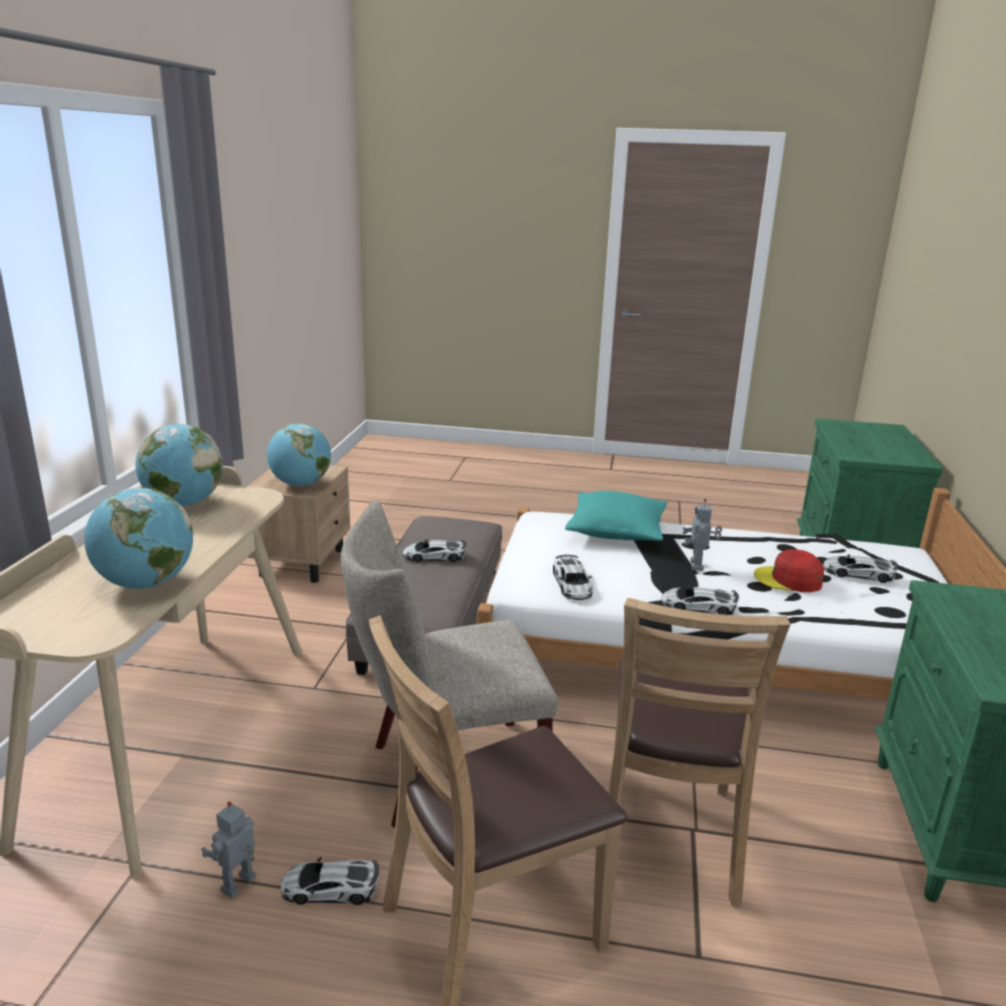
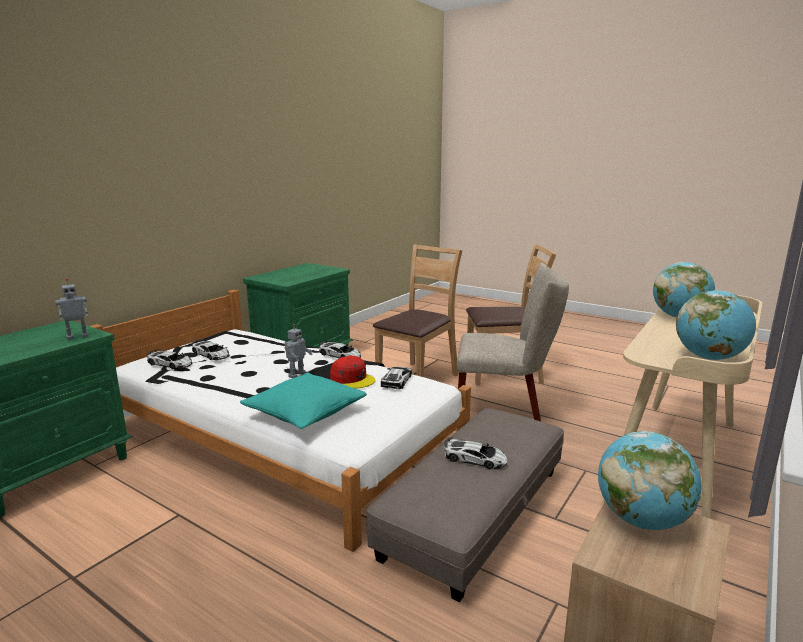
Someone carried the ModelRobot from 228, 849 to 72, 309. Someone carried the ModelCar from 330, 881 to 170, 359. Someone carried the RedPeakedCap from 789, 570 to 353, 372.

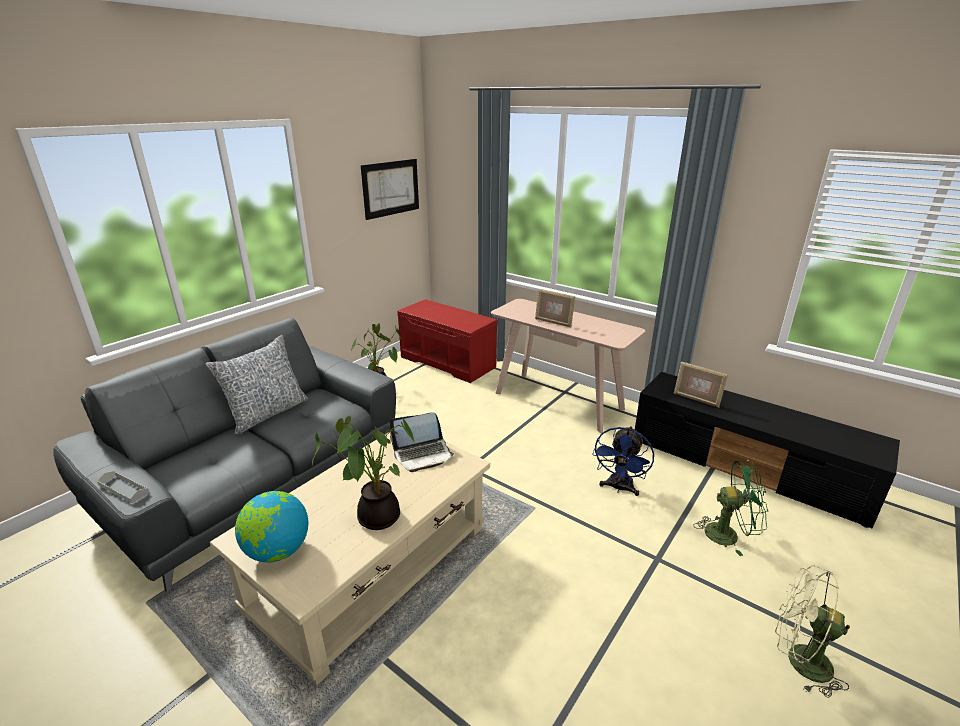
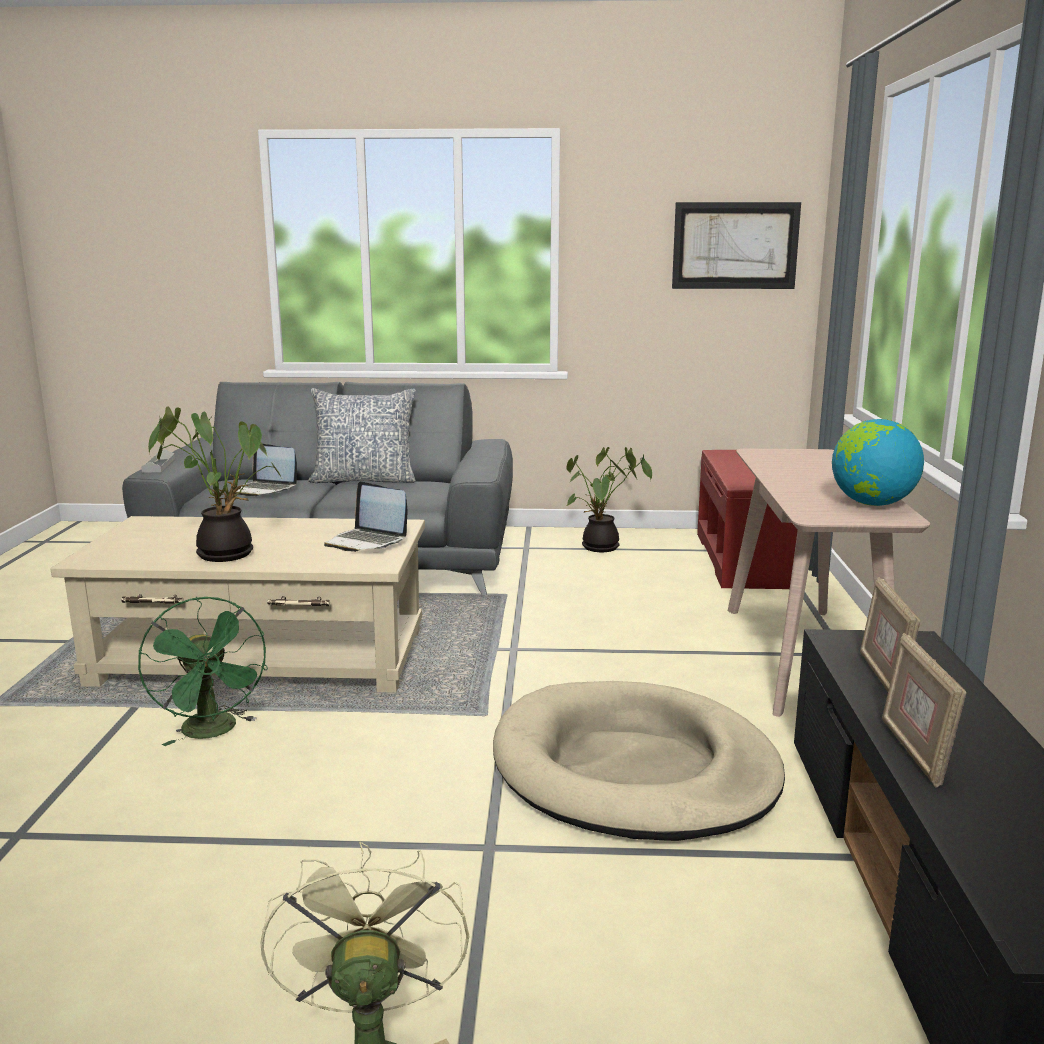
Someone put down the Laptop at 266, 470. Someone carried the Globe from 272, 527 to 878, 462. Someone carried the PictureFrame from 555, 308 to 924, 710. Someone carried the GreenElectricFan from 730, 508 to 203, 671. Someone swapped the BlueElectricFan at 623, 461 for the BeigeColouredDogCushion at 639, 761.

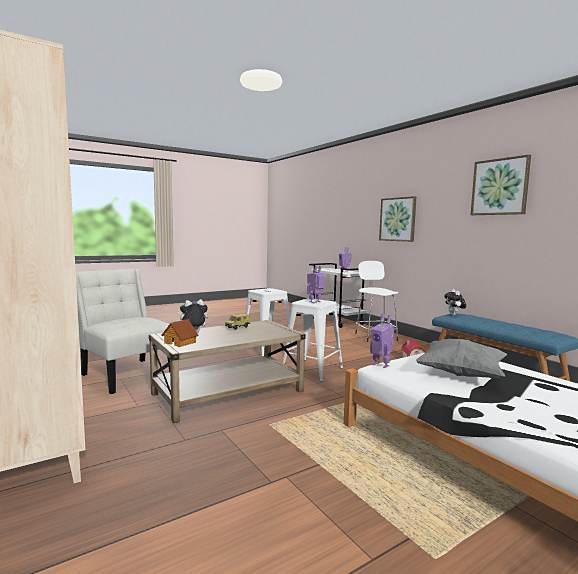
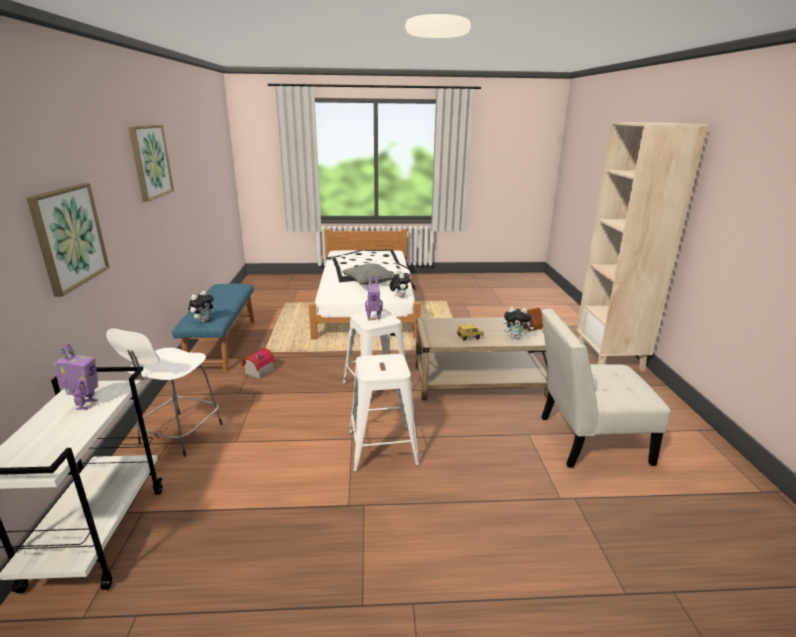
Someone swapped the ModelRobot at 382, 341 for the SoftToy at 400, 283. Someone rotated the WhiteChair at 123, 331 by 105 degrees clockwise.

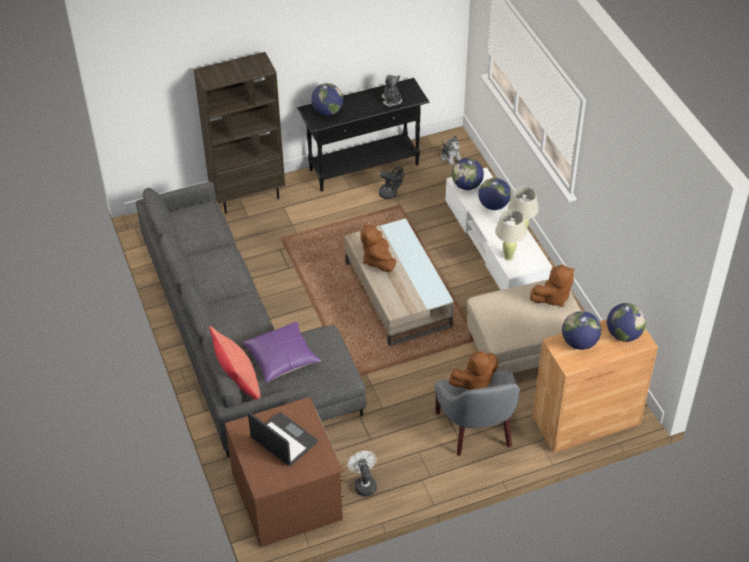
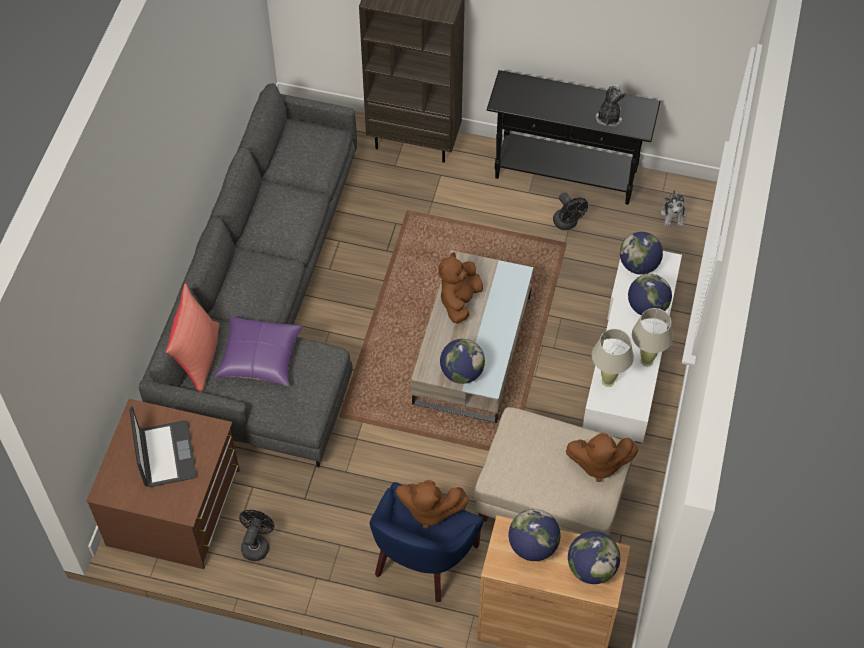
Someone carried the Globe from 327, 99 to 462, 361. Someone repainted the WhiteElectricFan at 362, 473, which became the BlackElectricFan at 256, 535. Someone repainted the GreyEasyChair at 477, 413, which became the BlueEasyChair at 426, 542.

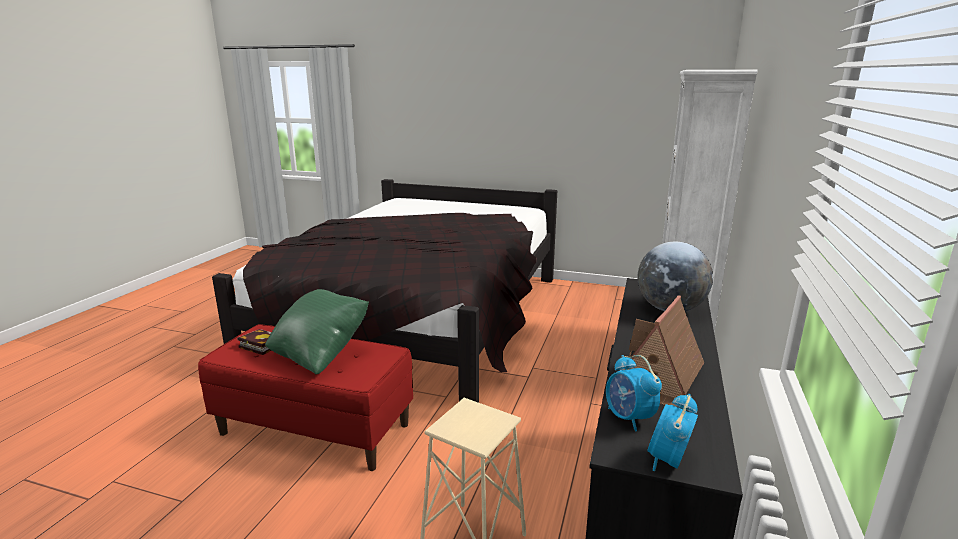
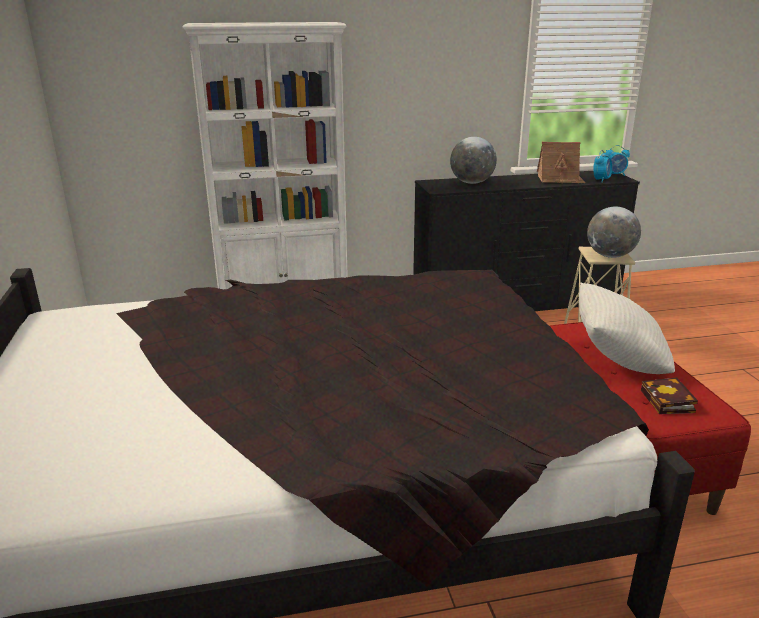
Someone put down the Globe at 614, 232. Someone repainted the GreenCushion at 317, 331, which became the WhiteCushion at 627, 328.

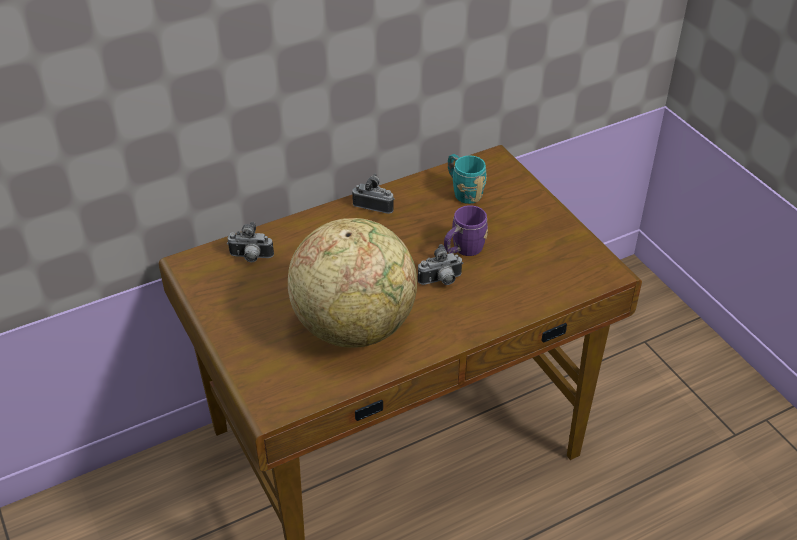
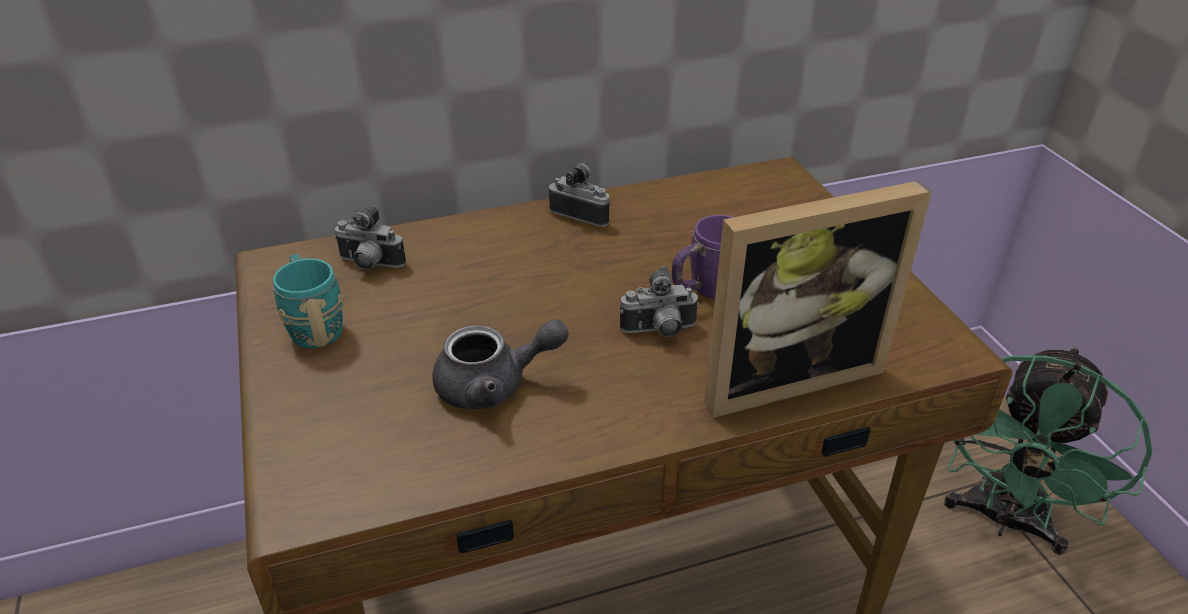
Someone put down the PictureFrame at 818, 299. Someone put down the GreenElectricFan at 1048, 451. Someone carried the TurquoiseCoffeeMug from 467, 179 to 308, 301. Someone swapped the Globe at 352, 283 for the GreyTeaPot at 500, 364.

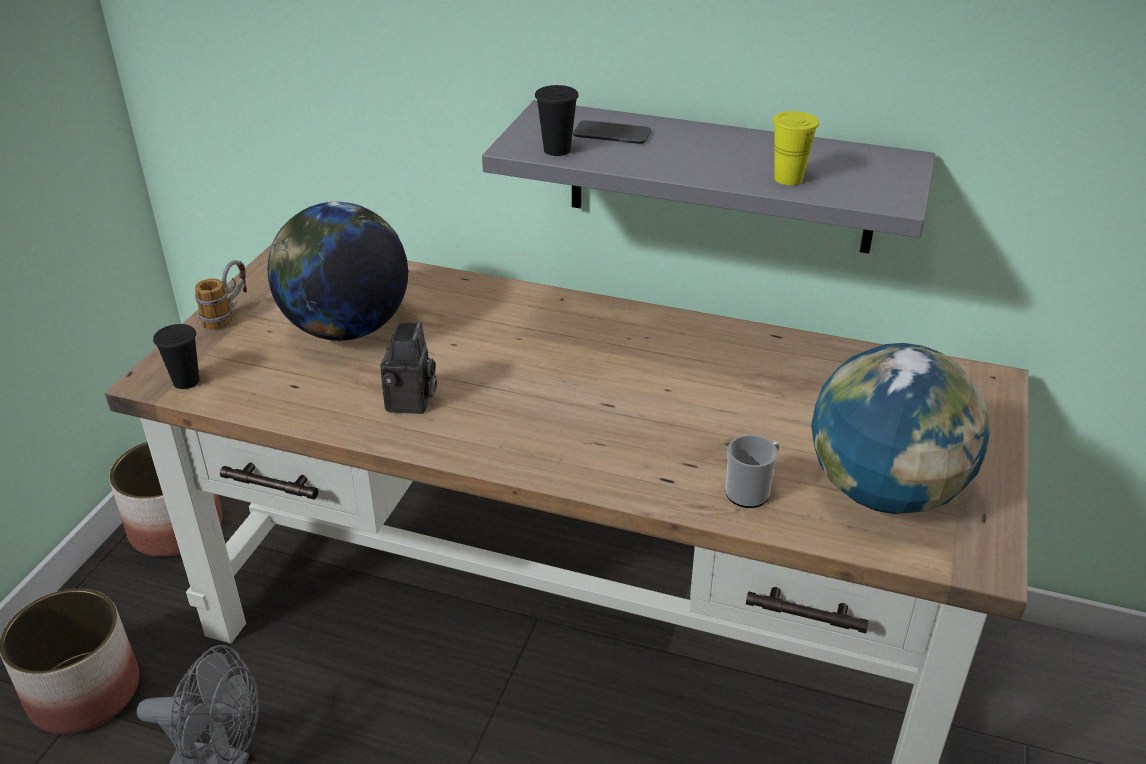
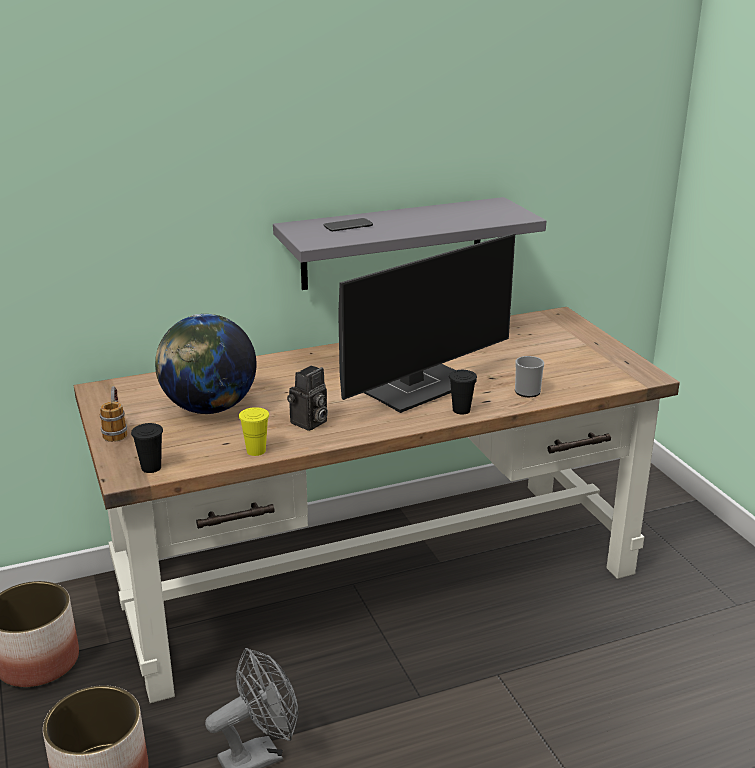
Someone took away the Globe at 900, 428. Someone put down the Monitor at 426, 323. Someone carried the BlackCup from 557, 120 to 463, 392. Someone carried the YellowColouredCup from 796, 148 to 254, 431. Someone rotated the PhotoCamera at 408, 367 by 75 degrees clockwise.

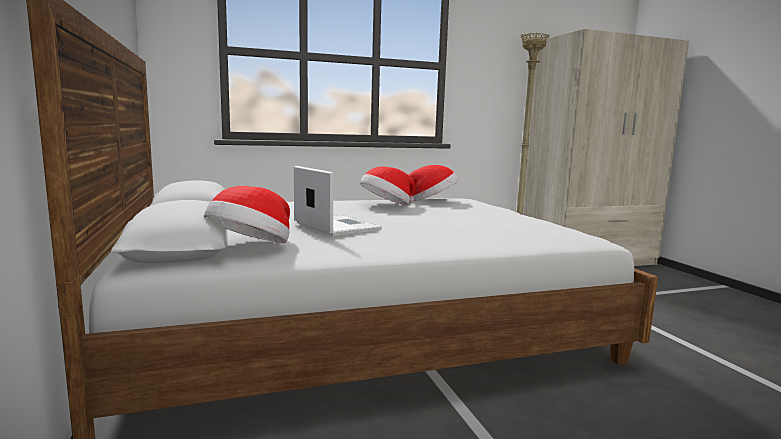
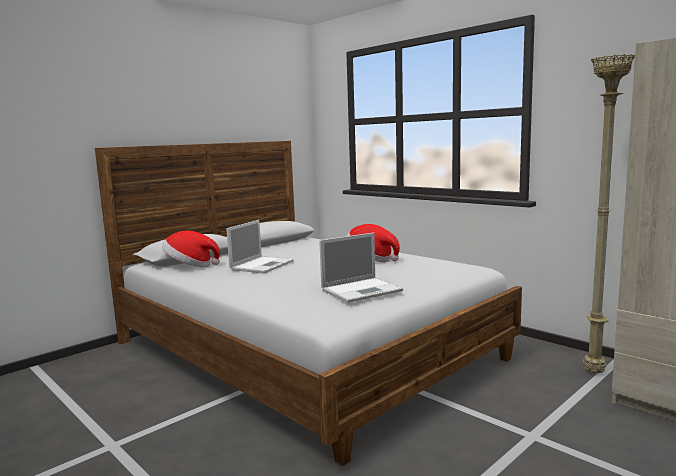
Someone took away the ClothingHat at 433, 183. Someone put down the Laptop at 361, 268.

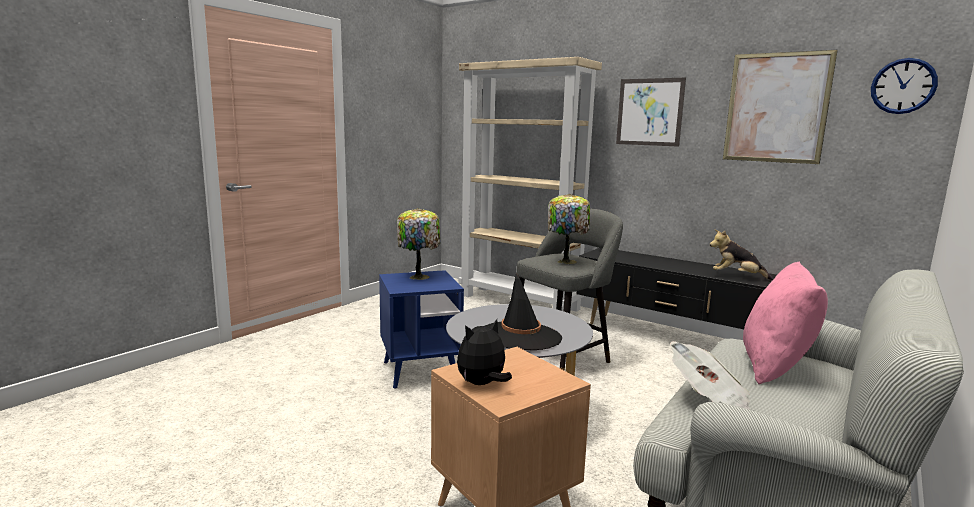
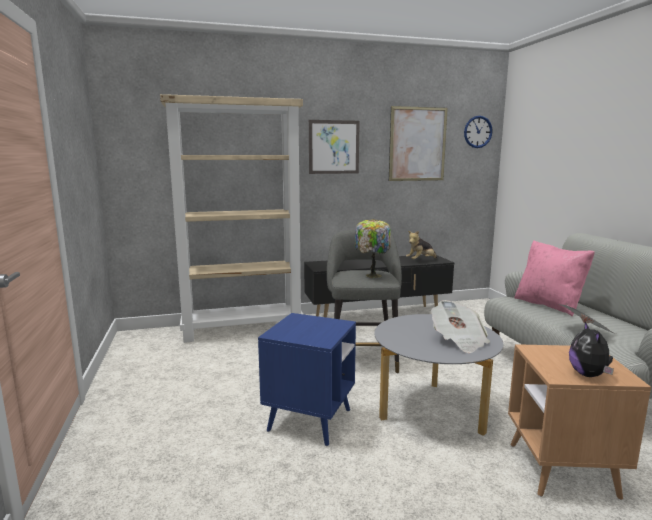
Someone took away the LampForATable at 418, 244. Someone swapped the BlackClothingHat at 523, 311 for the PrintedPaper at 460, 326.

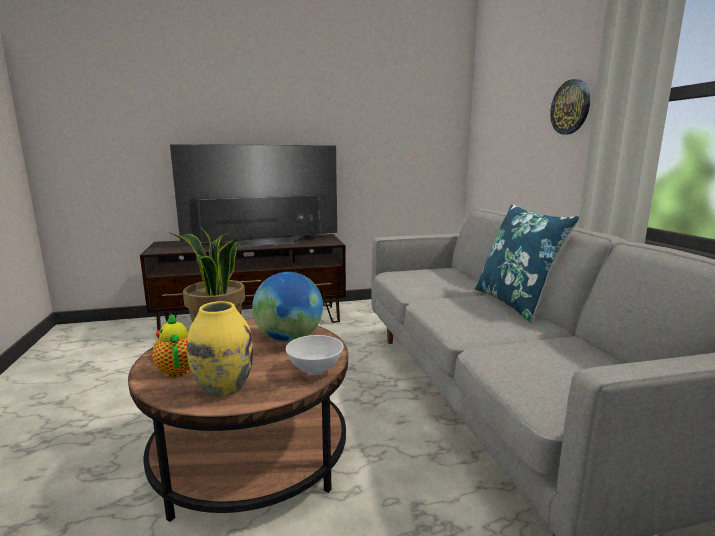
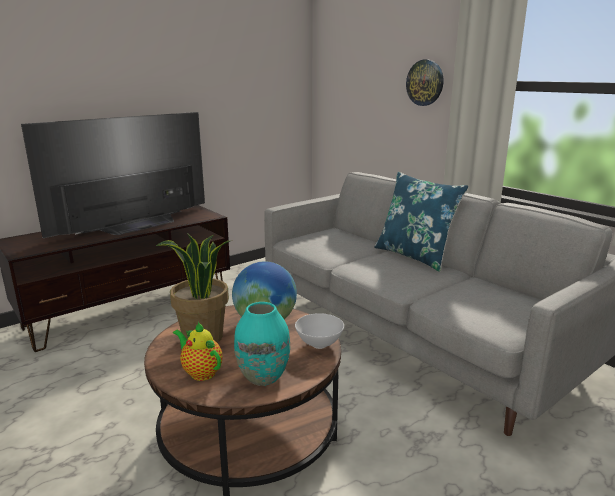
Someone repainted the YellowColouredFlowerVase at 220, 349, which became the TurquoiseFlowerVase at 262, 344.

